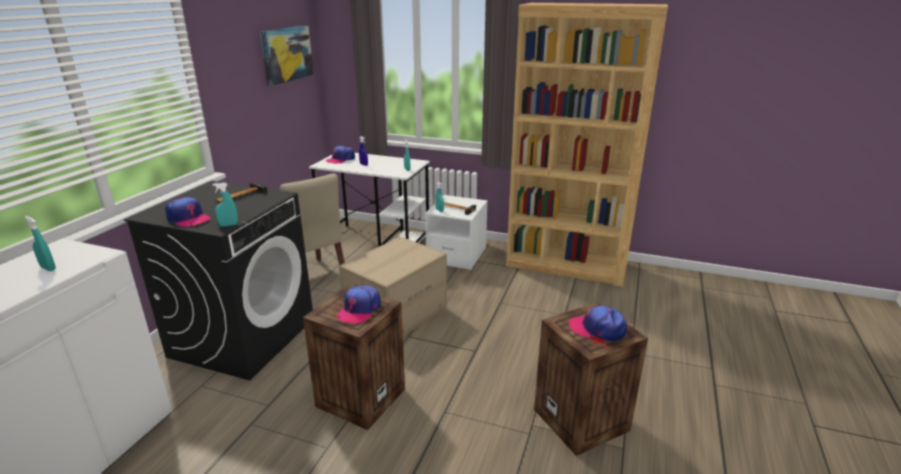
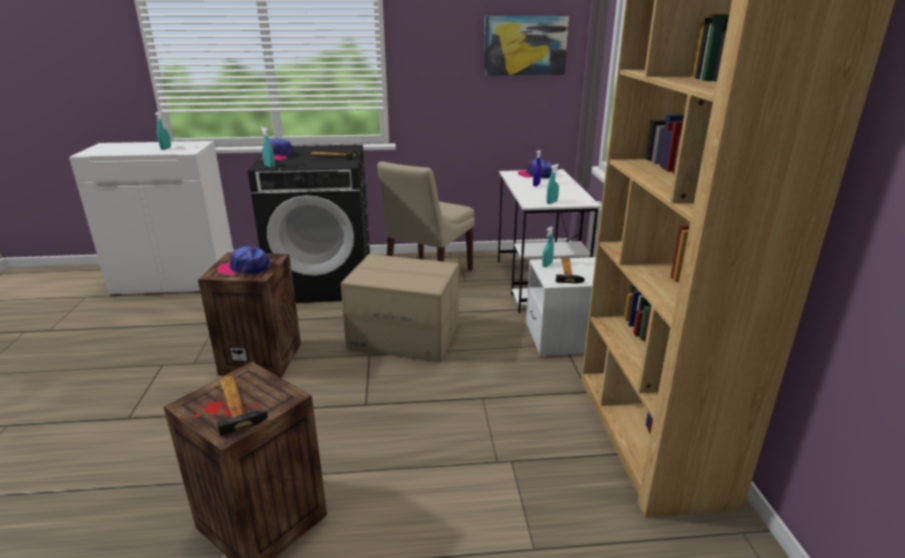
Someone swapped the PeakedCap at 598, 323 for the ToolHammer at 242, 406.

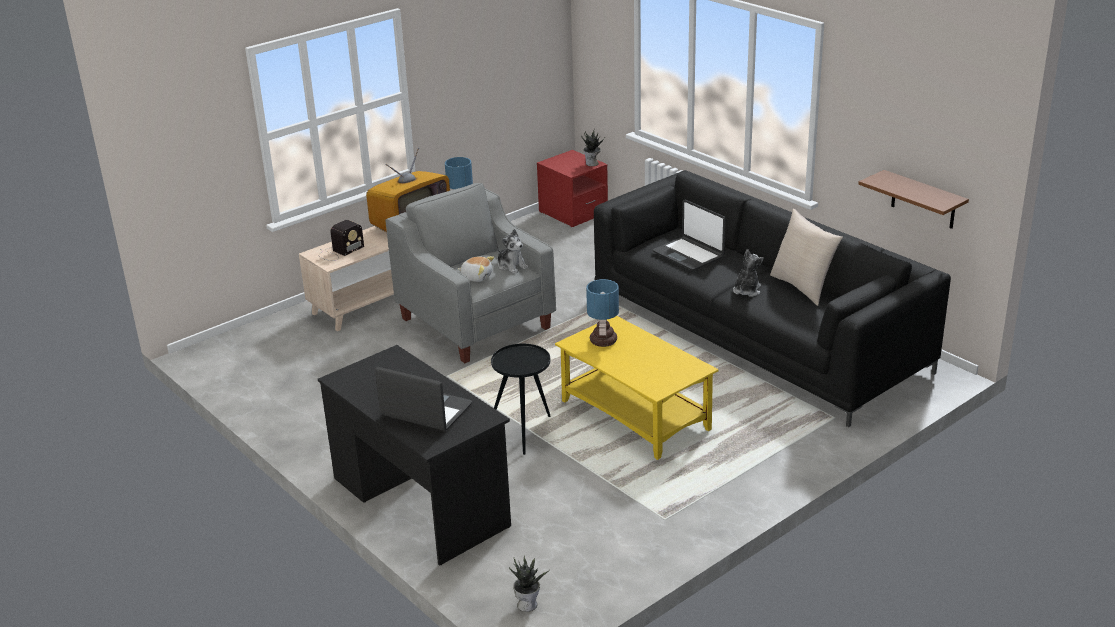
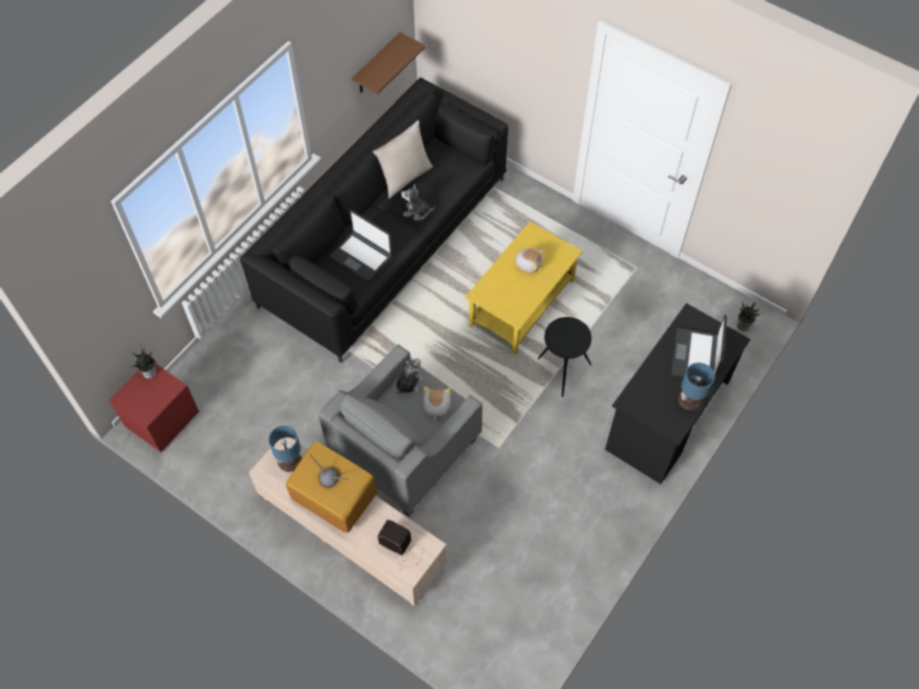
Someone put down the SoftToy at 529, 260. Someone carried the LampForATable from 602, 313 to 696, 386. Someone rotated the Laptop at 689, 235 by 90 degrees clockwise.

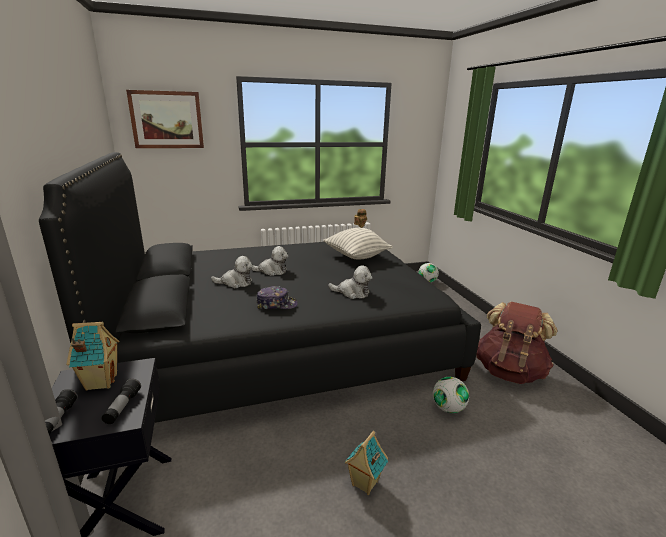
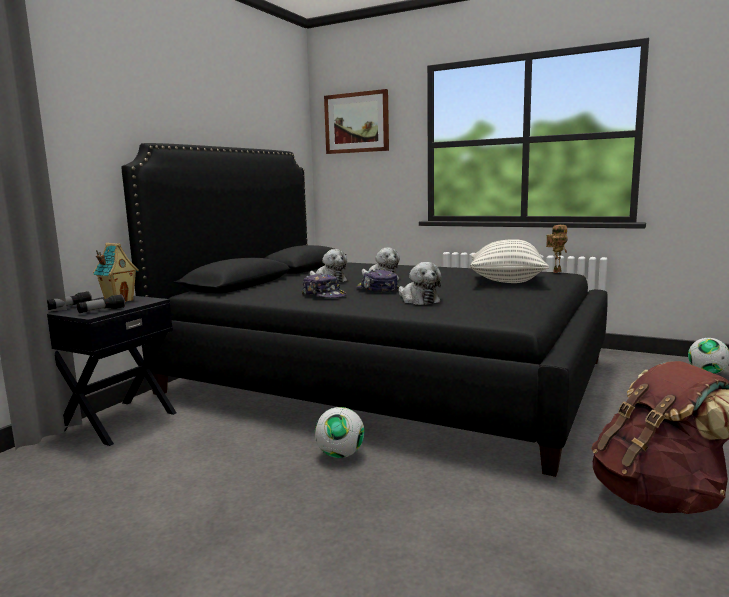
Someone took away the MiniatureHouse at 366, 463. Someone put down the PeakedCap at 377, 280. Someone carried the BallForFootball from 451, 395 to 339, 432.

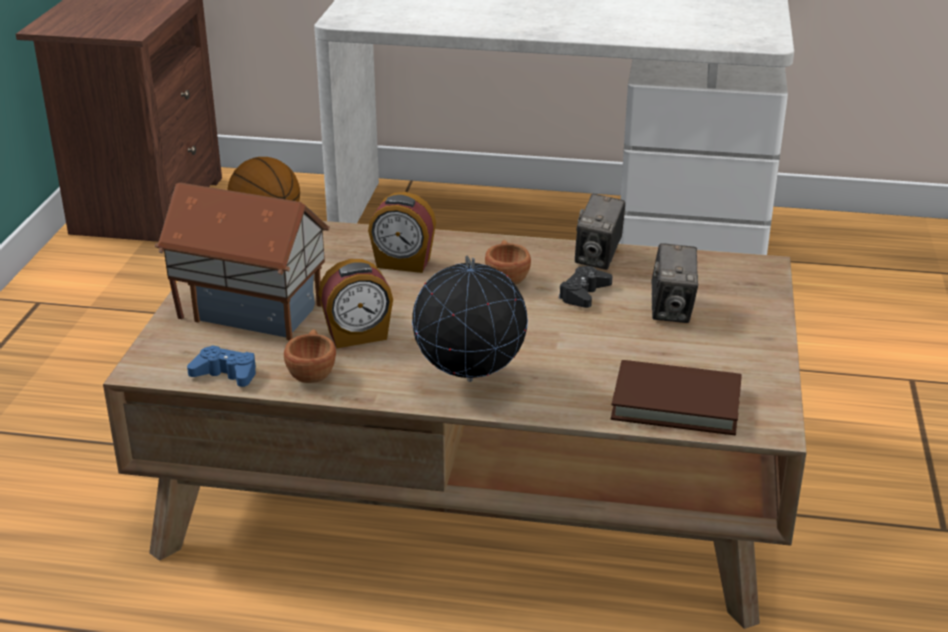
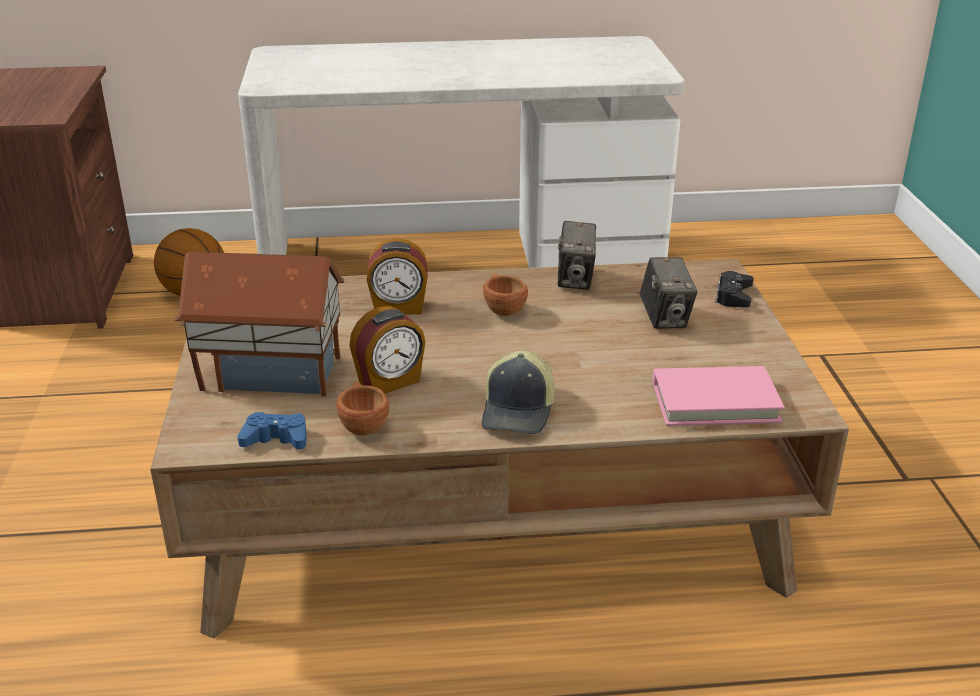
Someone carried the BlackGameController from 586, 287 to 734, 289. Someone swapped the Globe at 470, 318 for the PeakedCap at 518, 392. Someone repainted the BrownBook at 676, 397, which became the PinkishBook at 719, 396.

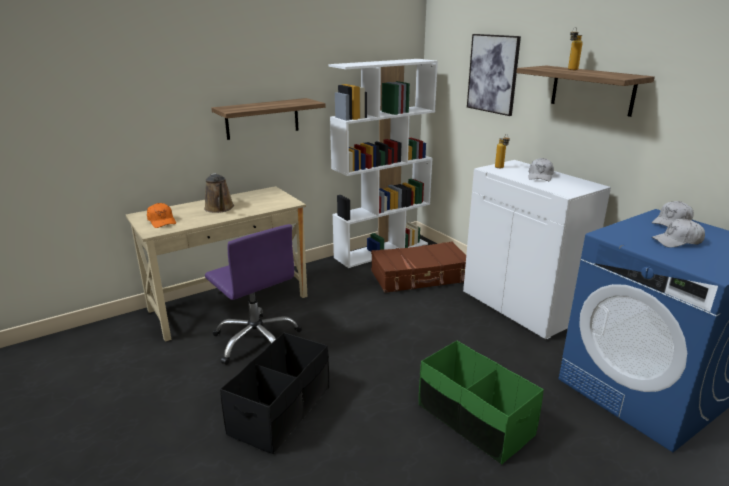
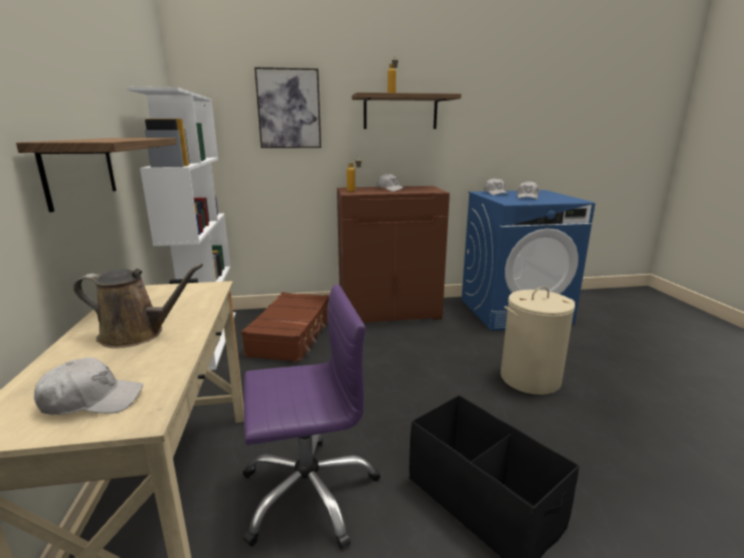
Someone swapped the GreenStorageBin at 481, 403 for the BeigeColouredLaundryBasket at 538, 341. Someone repainted the OrangePeakedCap at 161, 215, which became the WhitePeakedCap at 88, 386. Someone repainted the WhiteStorageCabinet at 537, 250, which became the BrownStorageCabinet at 393, 254.

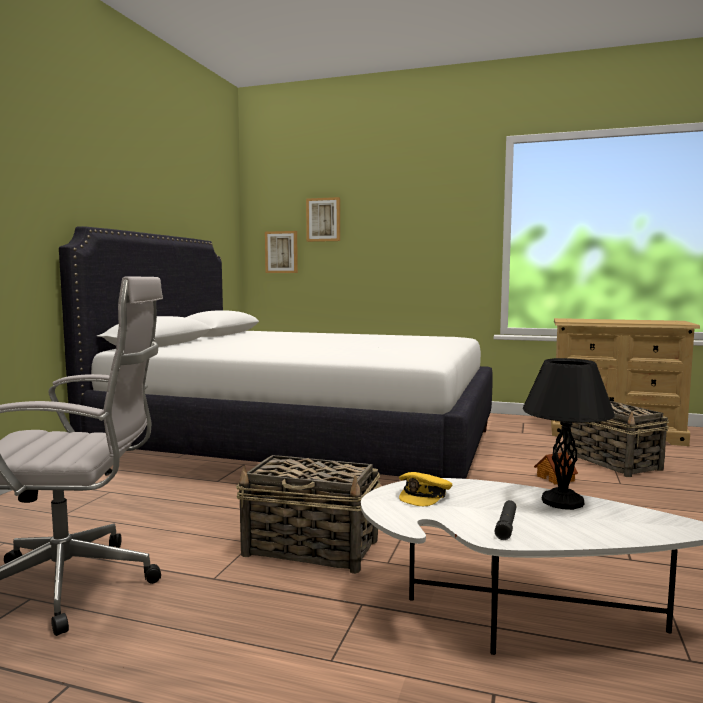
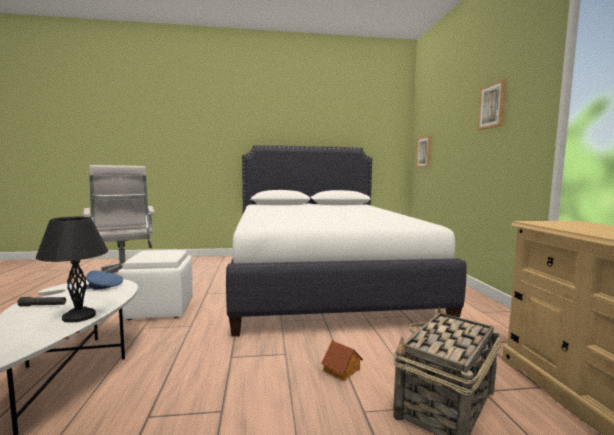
Someone carried the WallPicture from 323, 219 to 492, 104. Someone swapped the StorageBasket at 308, 514 for the WhitePouffe at 155, 285. Someone repainted the YellowColouredPeakedCap at 425, 489, which became the BluePeakedCap at 104, 280.

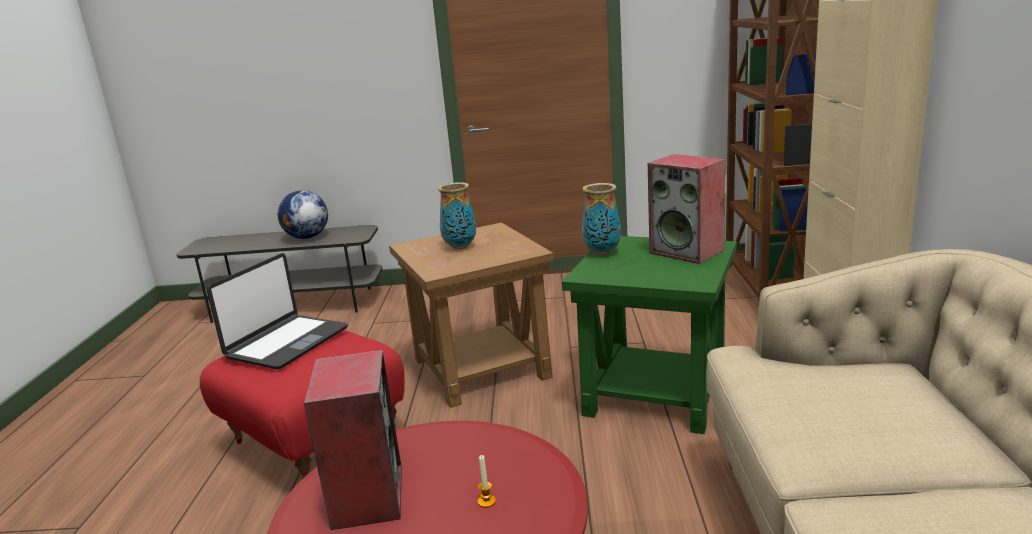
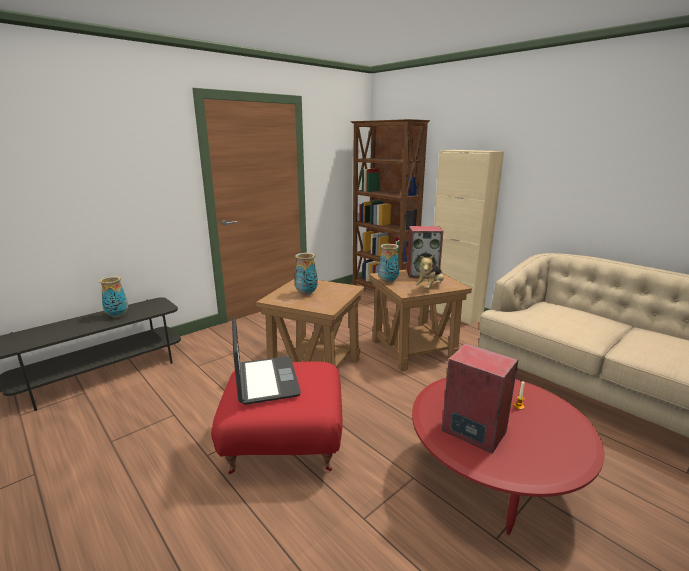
Someone put down the SoftToy at 429, 272. Someone swapped the Globe at 303, 214 for the FlowerVase at 113, 297. Someone repainted the GreenAccentTable at 649, 335, which became the BrownAccentTable at 420, 320.

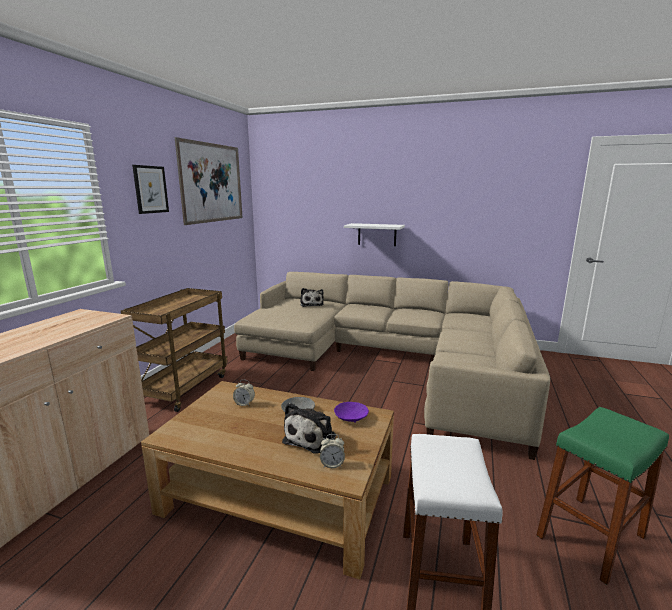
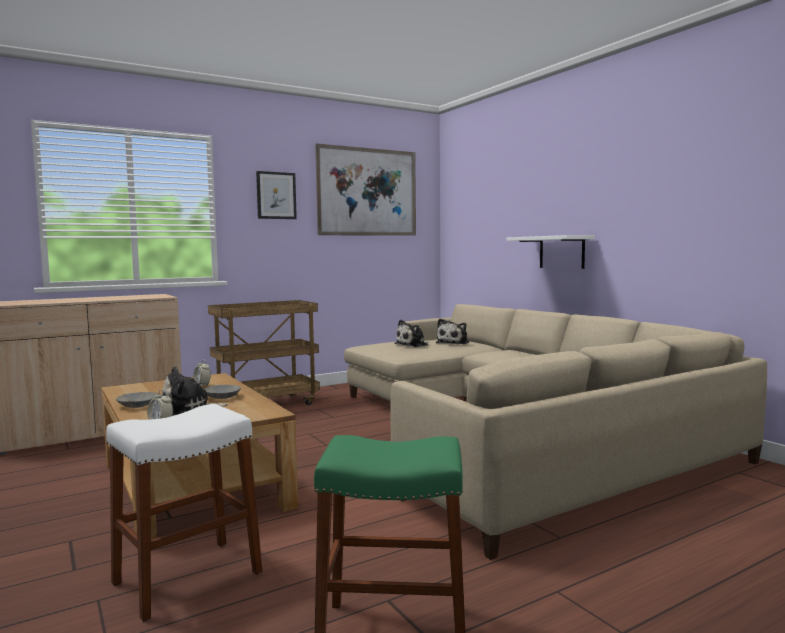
Someone took away the PurpleServingBowl at 351, 412. Someone put down the GreyServingBowl at 136, 400. Someone put down the SoftToy at 412, 333.

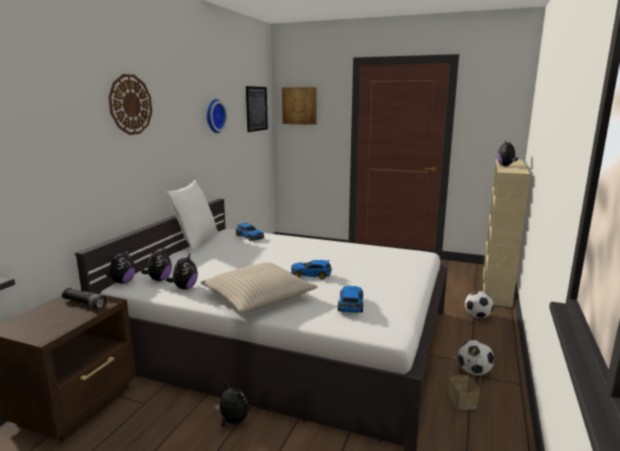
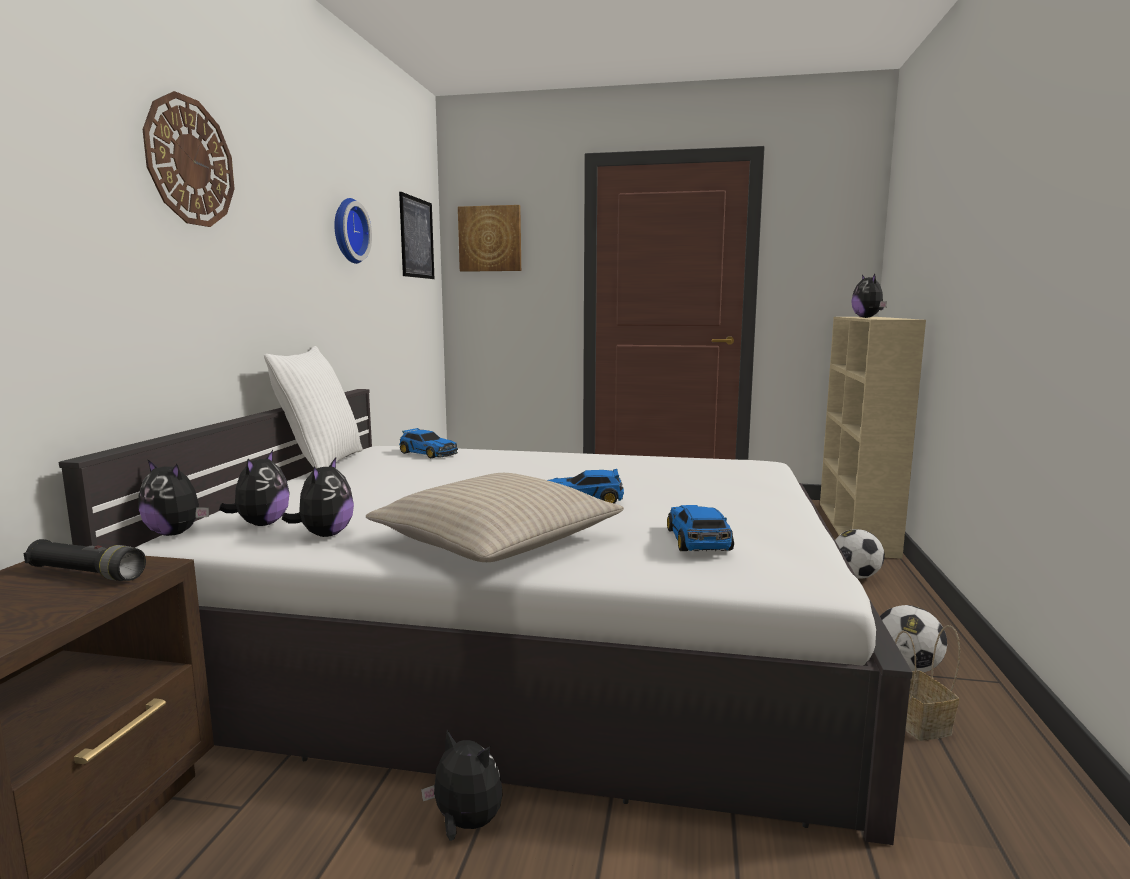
Someone rotated the SoftToy at 120, 266 by 105 degrees clockwise.

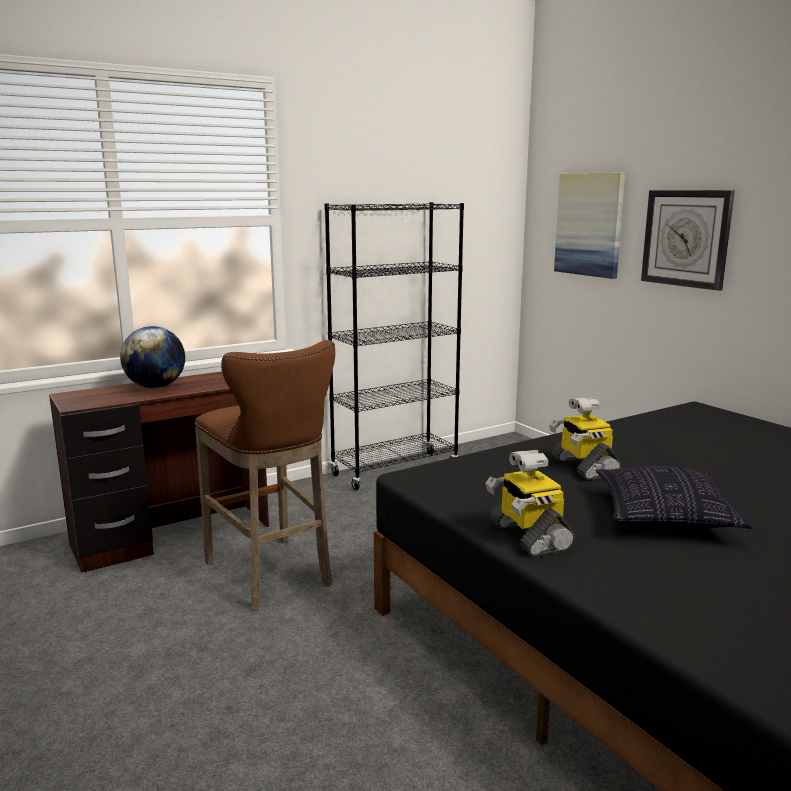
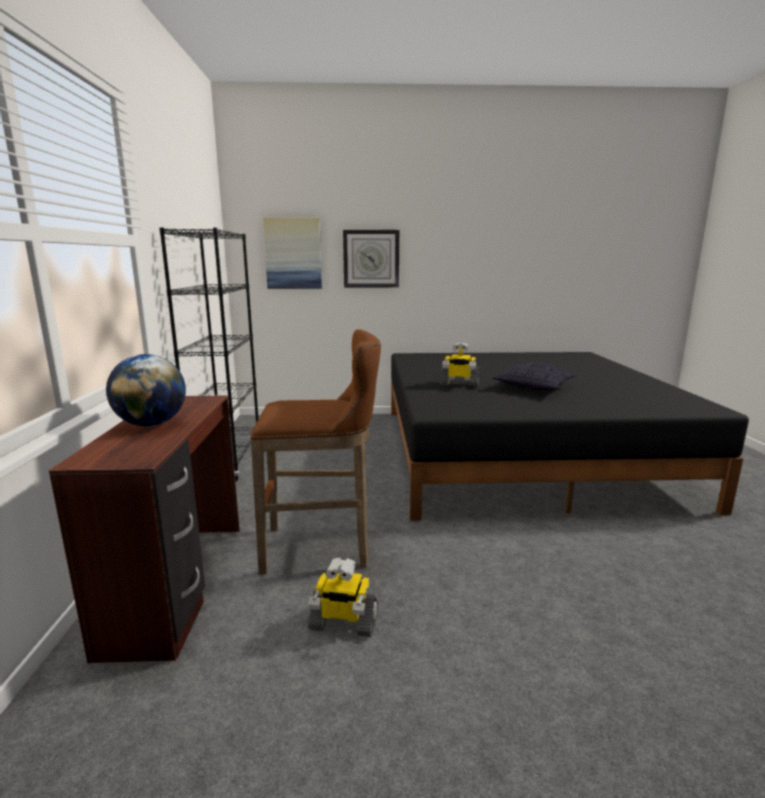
Someone carried the ModelRobot from 530, 503 to 343, 597.

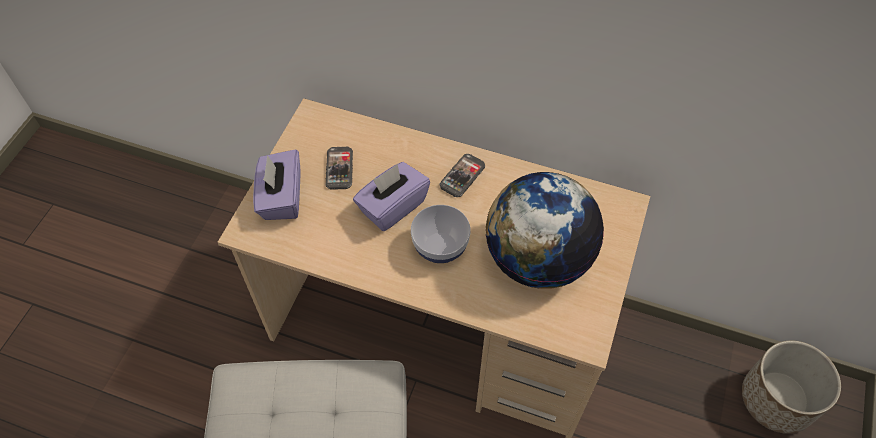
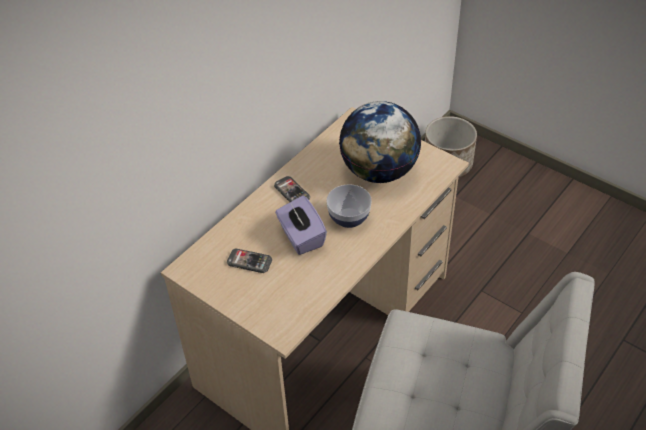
Someone took away the PurpleTissueHolder at 277, 184.

